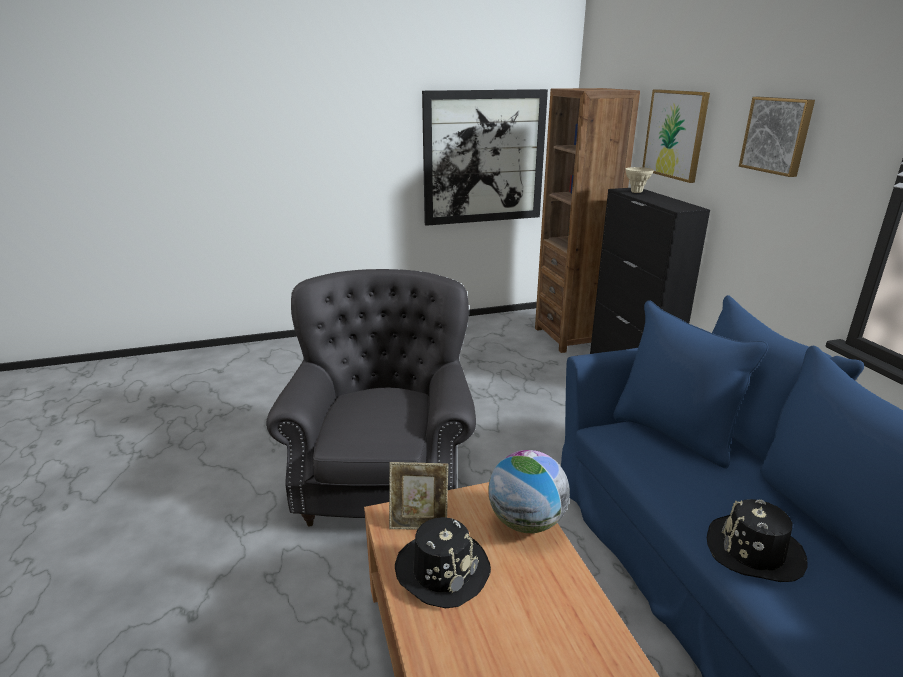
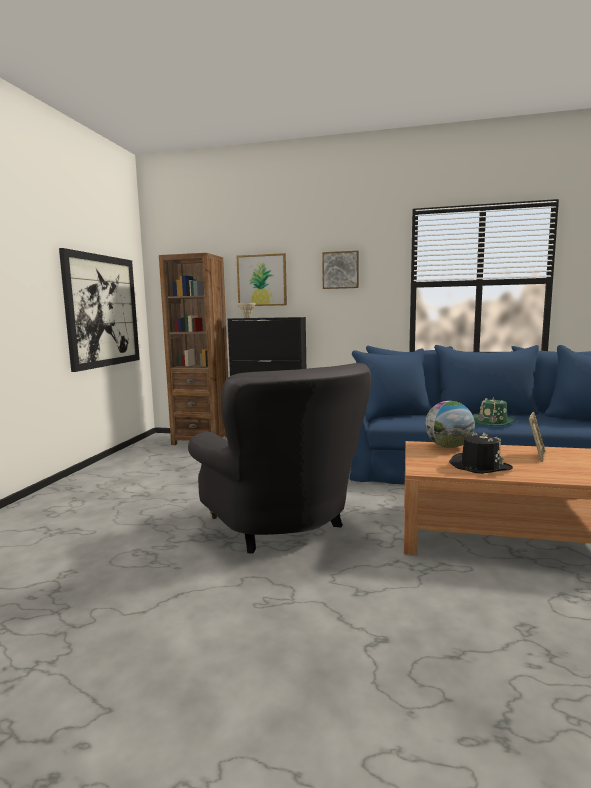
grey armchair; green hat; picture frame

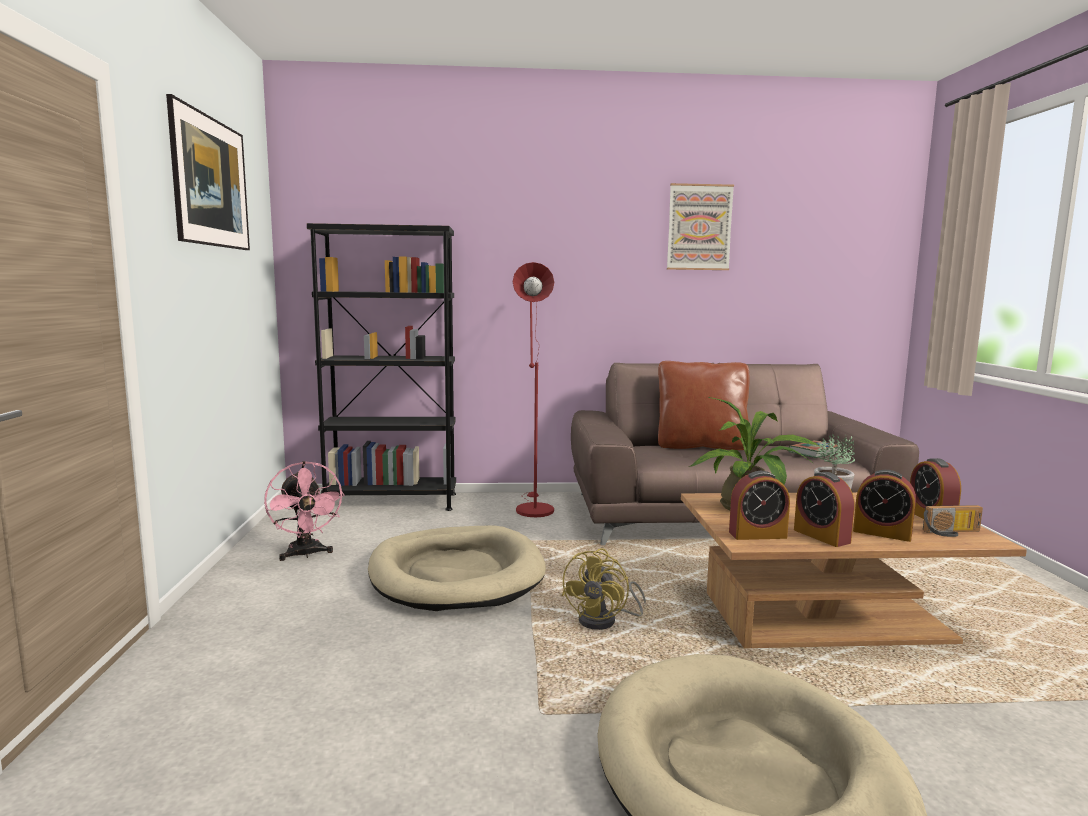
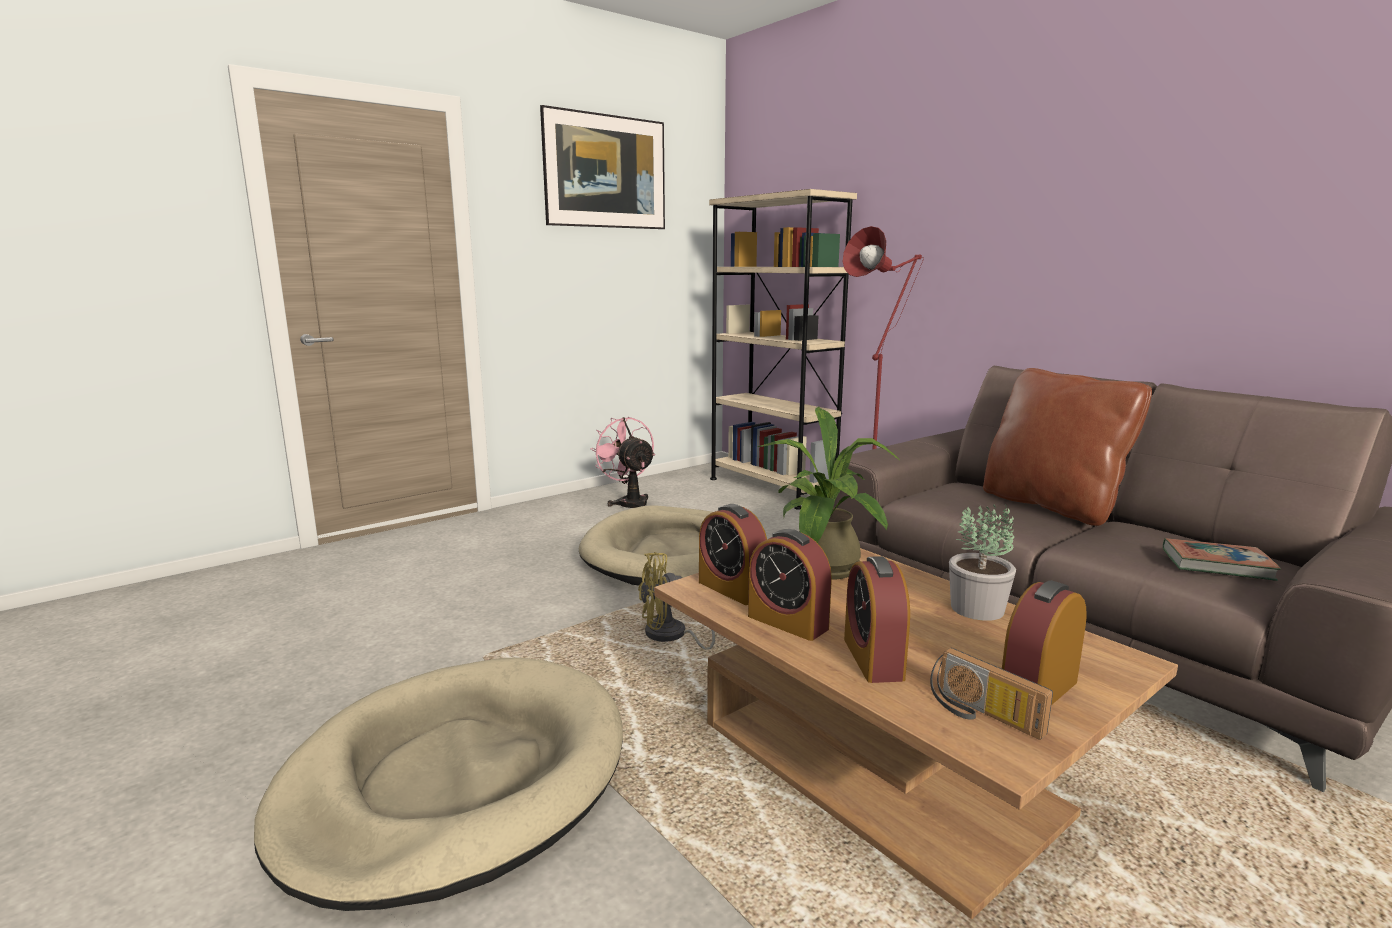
pink fan; beige bookcase; alarm clock (no. 2 from left); picture (no. 2 from left in the first image)

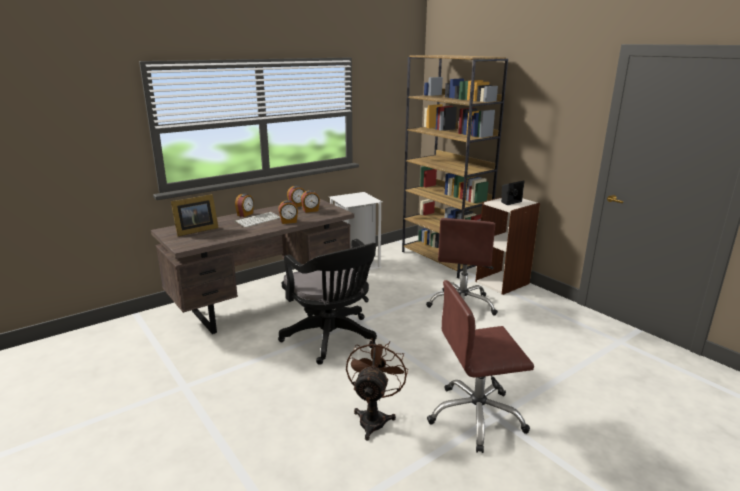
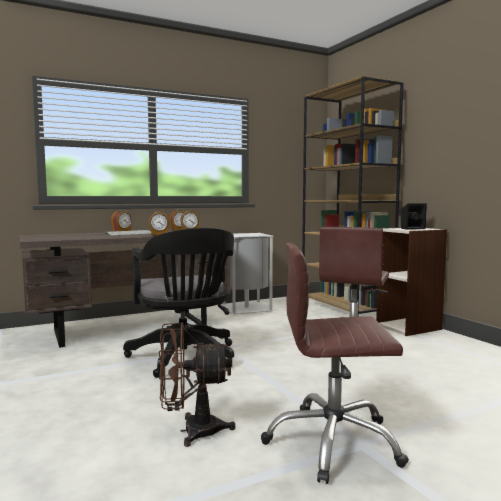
brown fan; picture frame

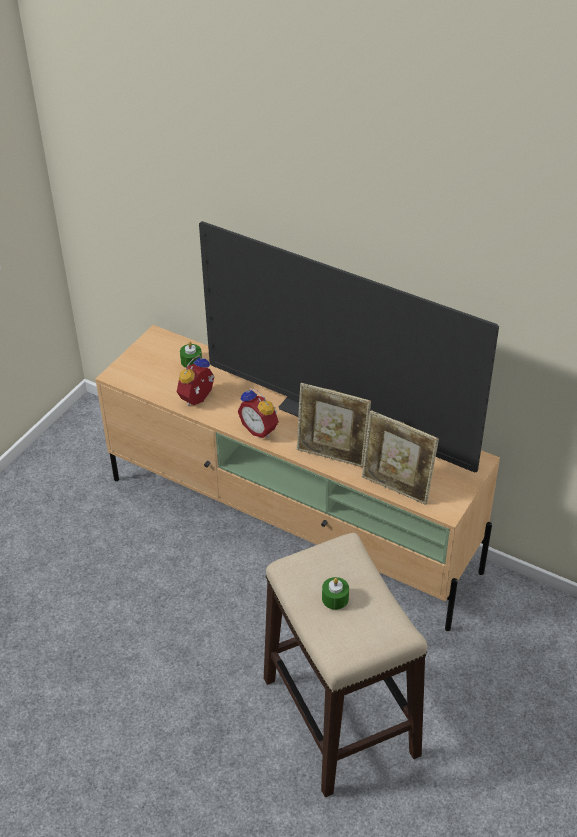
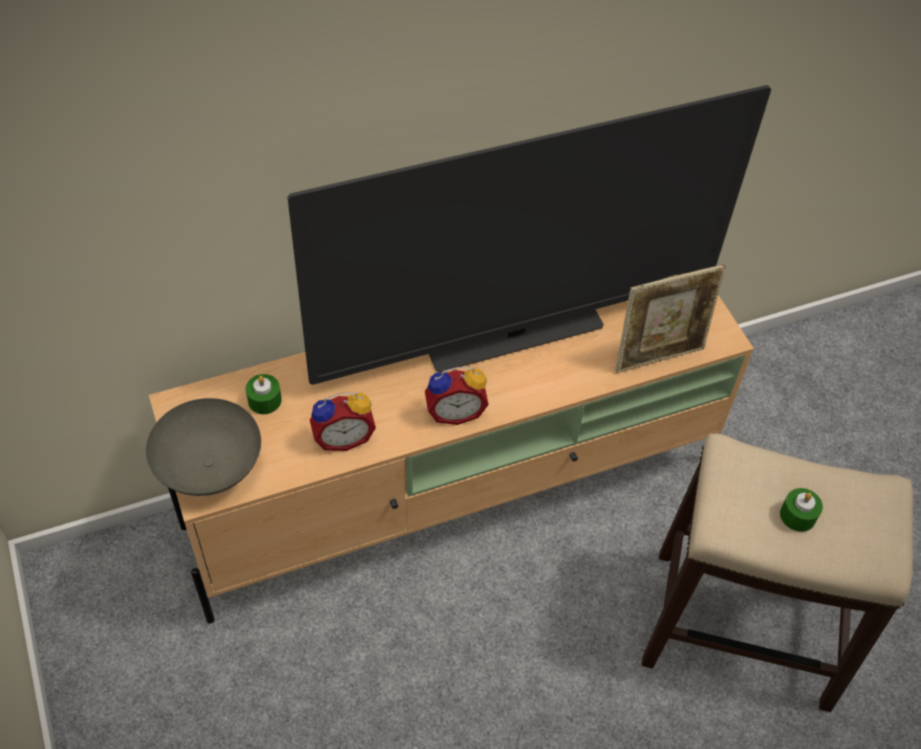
grey bowl; alarm clock (no. 1 from left); picture frame (no. 1 from left in the first image)

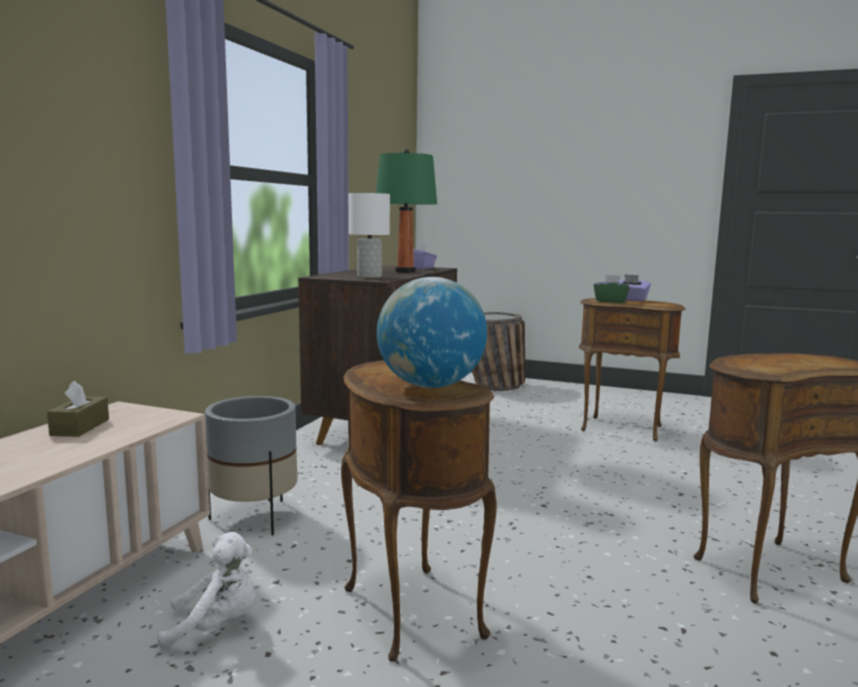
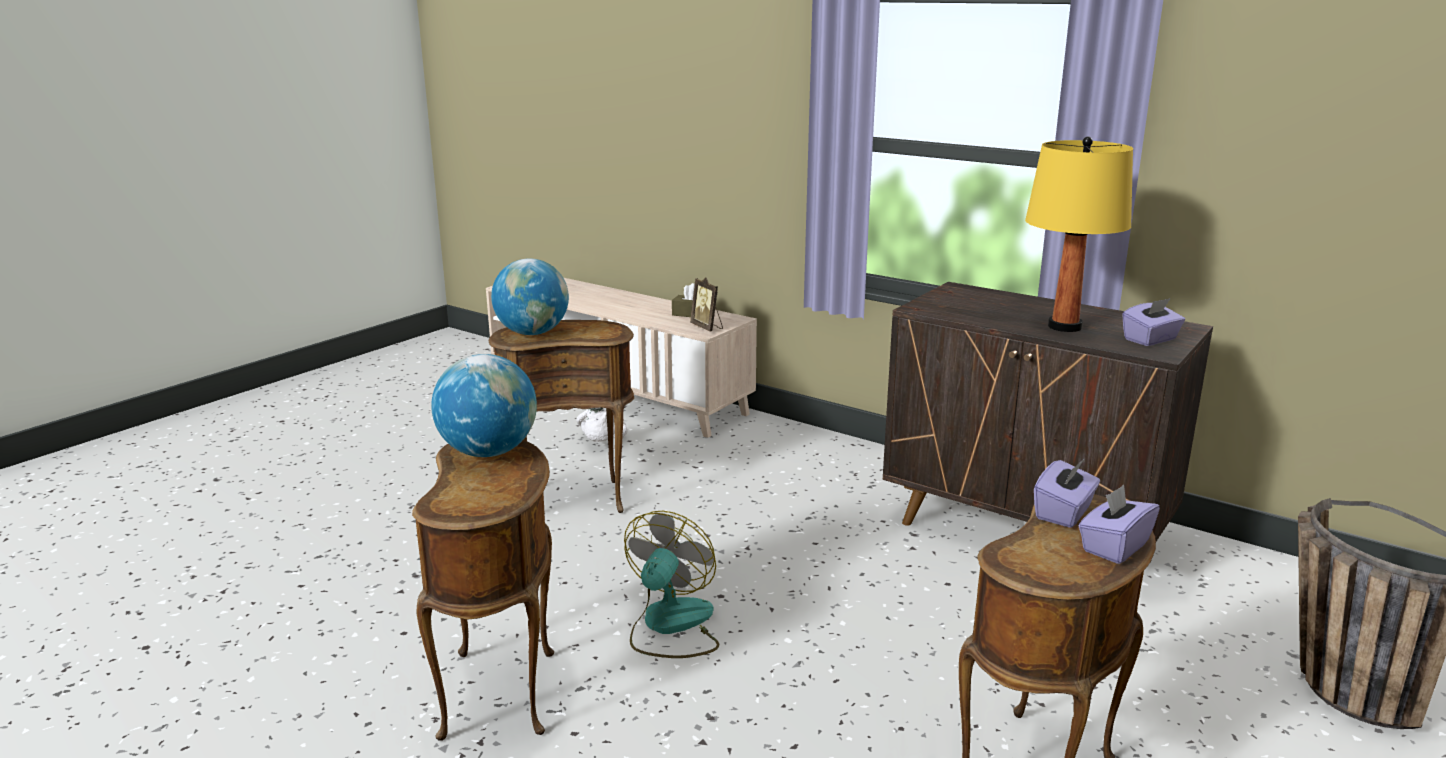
globe (no. 1 from left); fan; picture frame; yellow table lamp; purple tissue box (no. 1 from left); grey planter; white table lamp

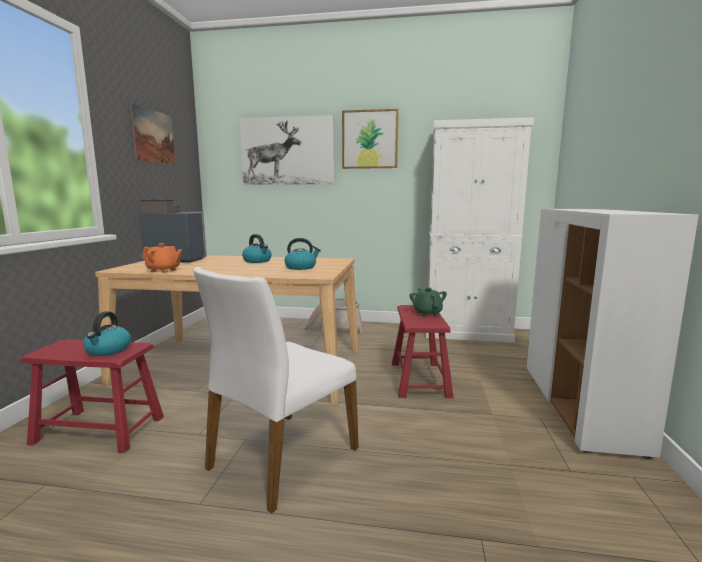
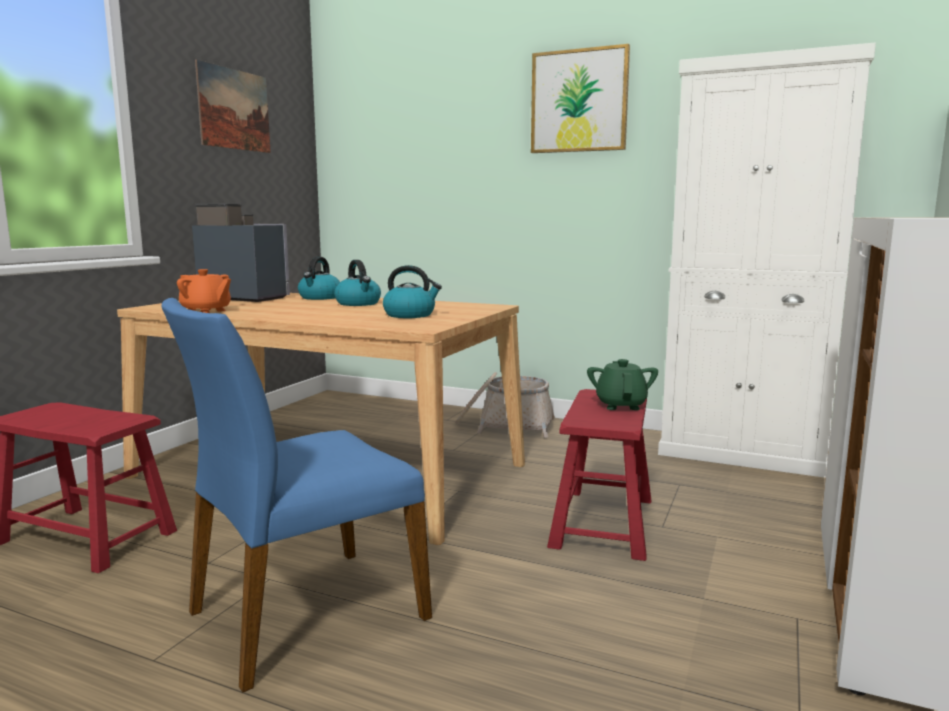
blue chair; kettle (no. 1 from left); picture (no. 2 from left in the first image)

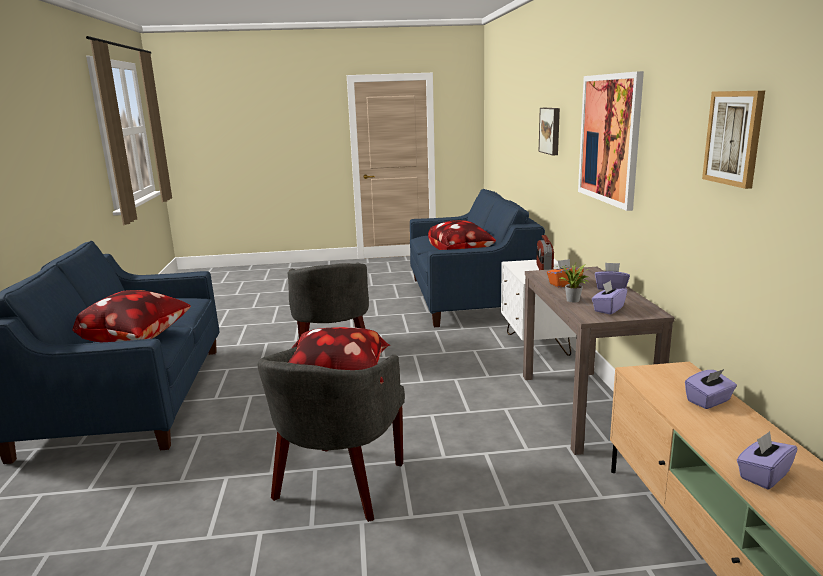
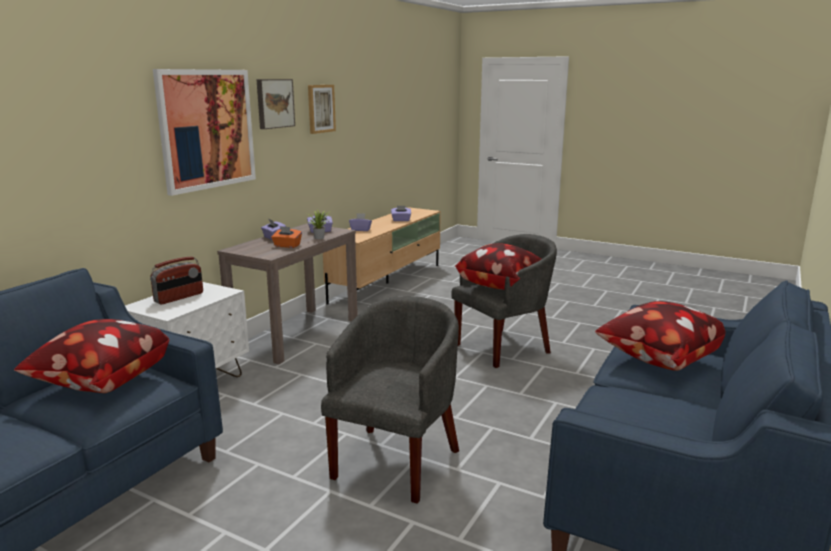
picture (no. 2 from left)

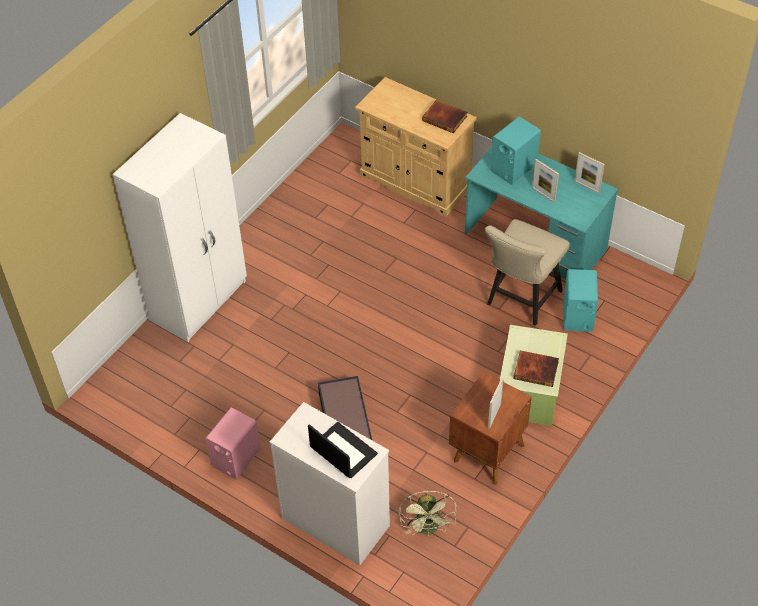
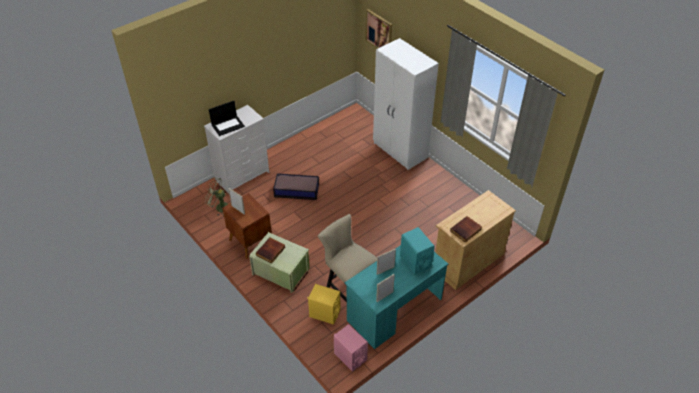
yellow speaker; pink speaker; picture

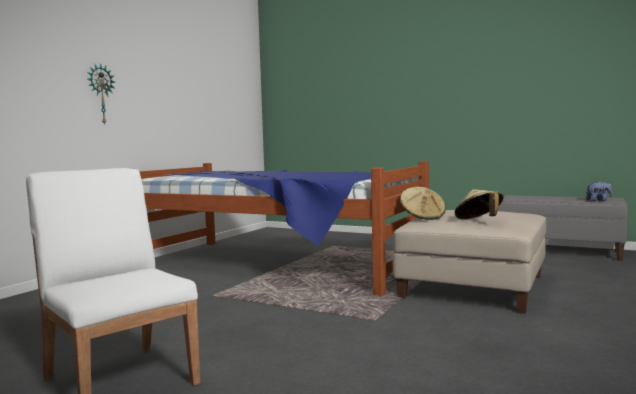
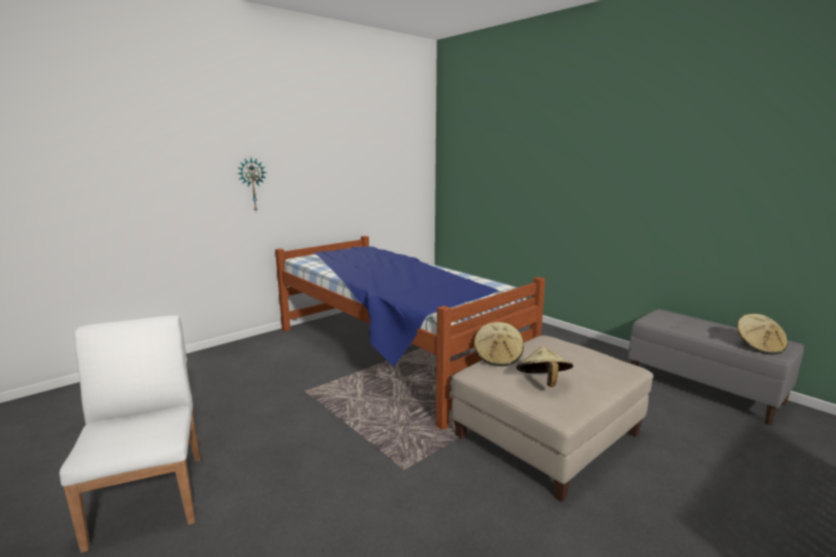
beige hat (no. 3 from left)

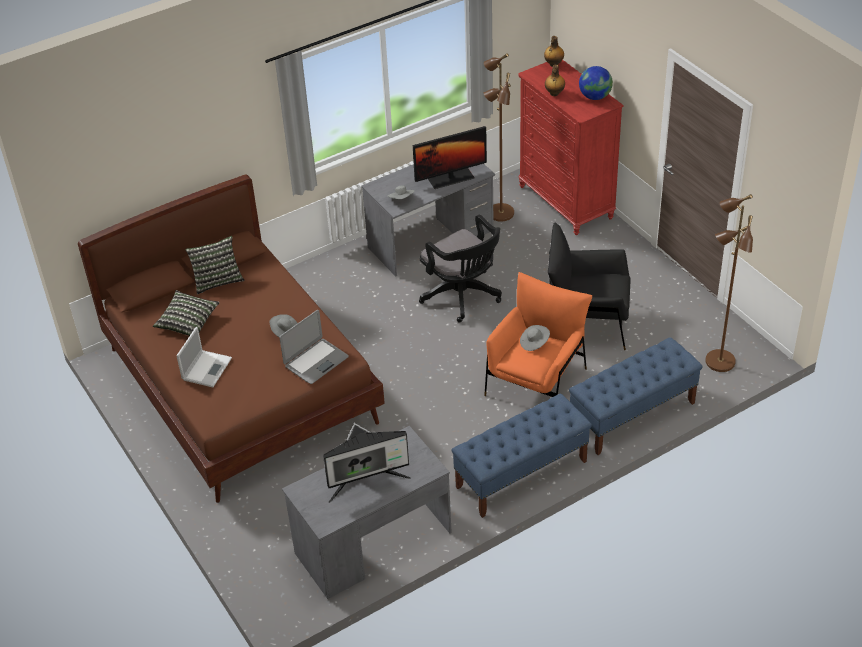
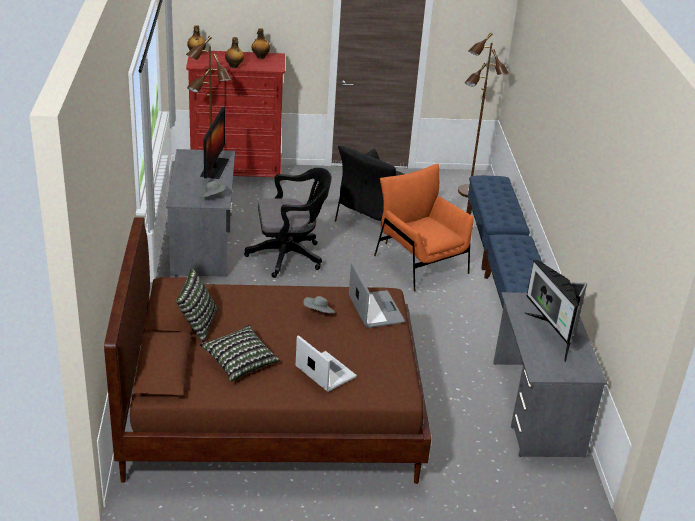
bottle (no. 3 from left); monitor (no. 2 from left); grey hat (no. 3 from left in the first image)

